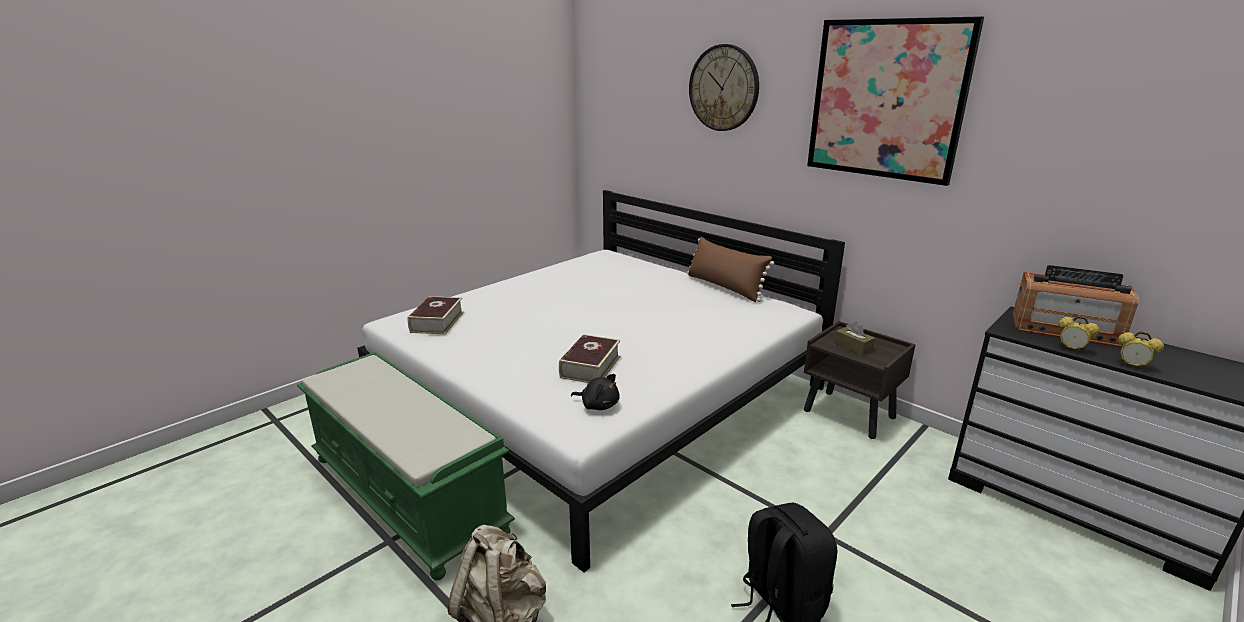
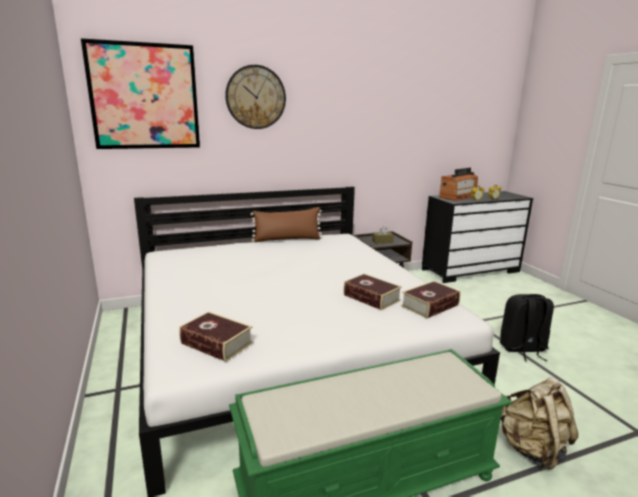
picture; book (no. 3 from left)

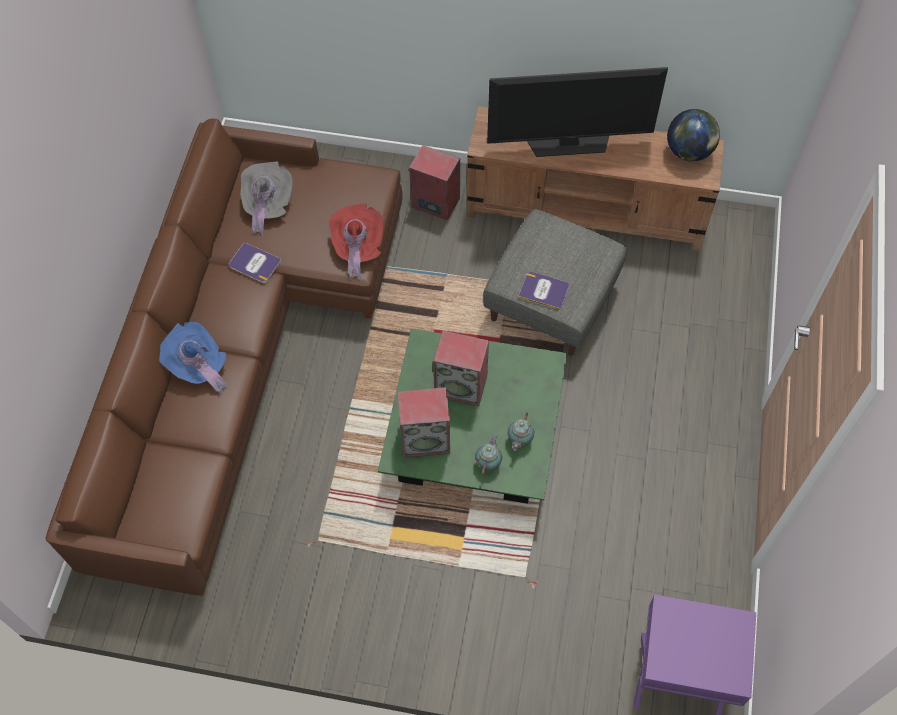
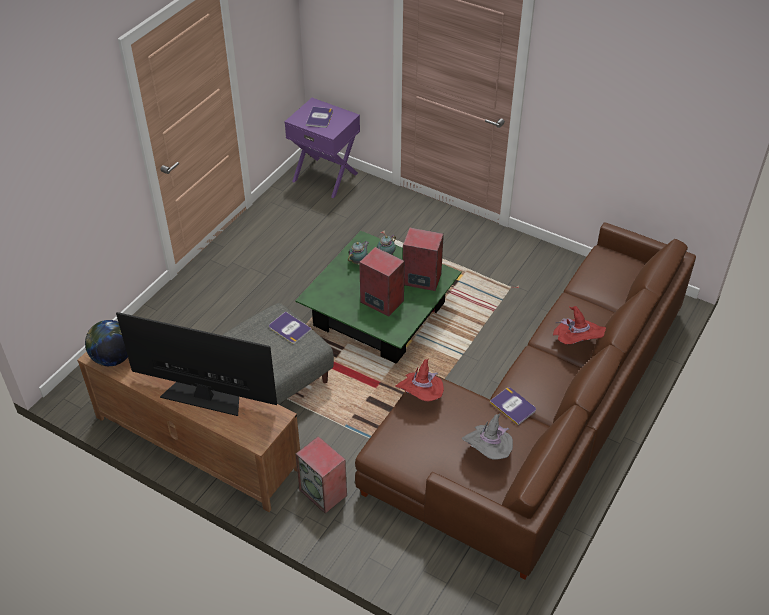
book (no. 2 from left); red hat (no. 2 from left)

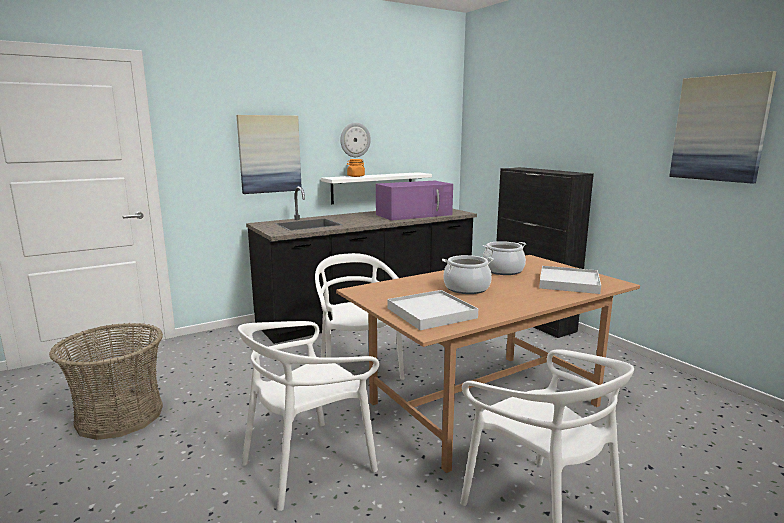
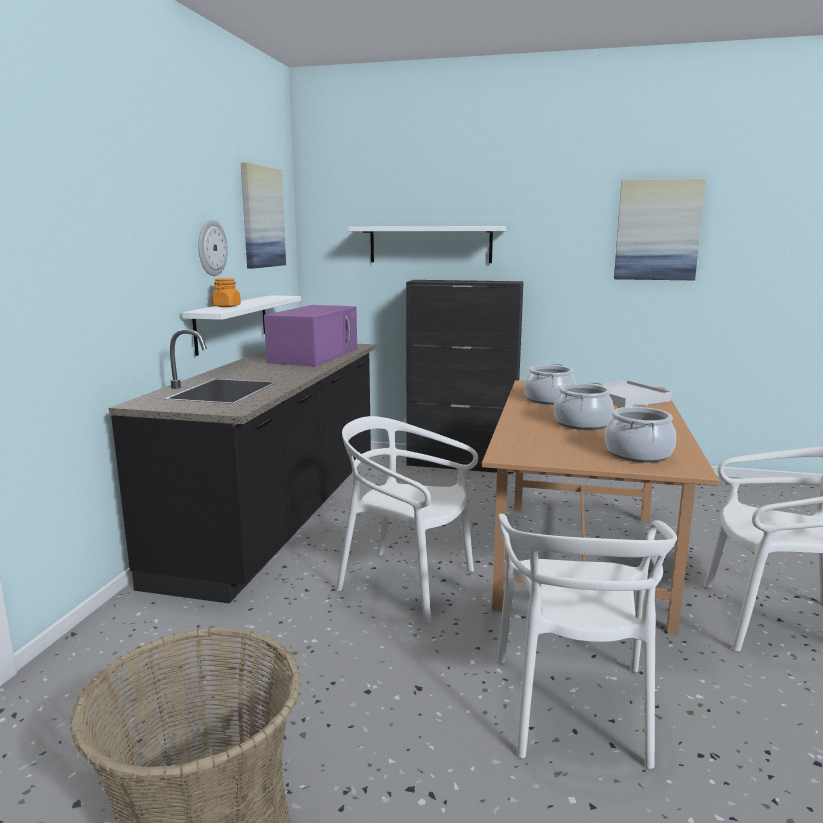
picture (no. 1 from left); white shelf (no. 2 from left); cooking pot (no. 3 from left)

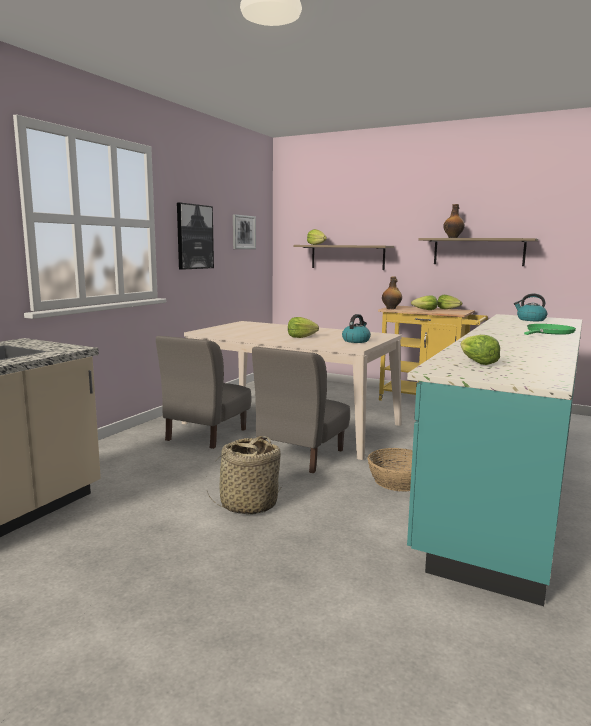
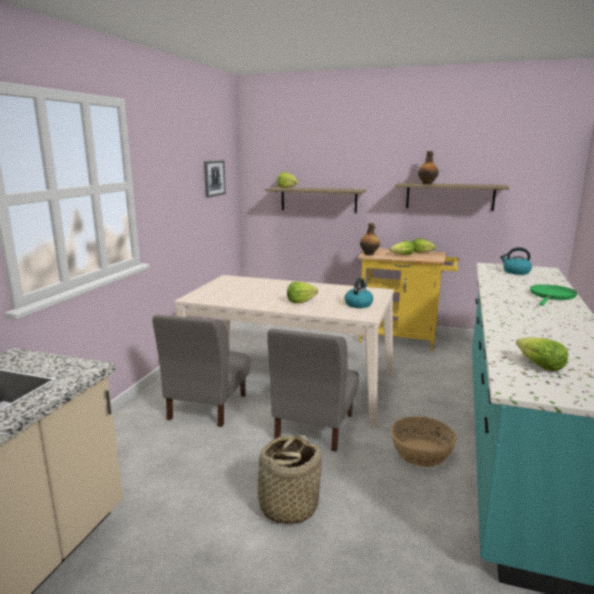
picture (no. 1 from left in the first image)

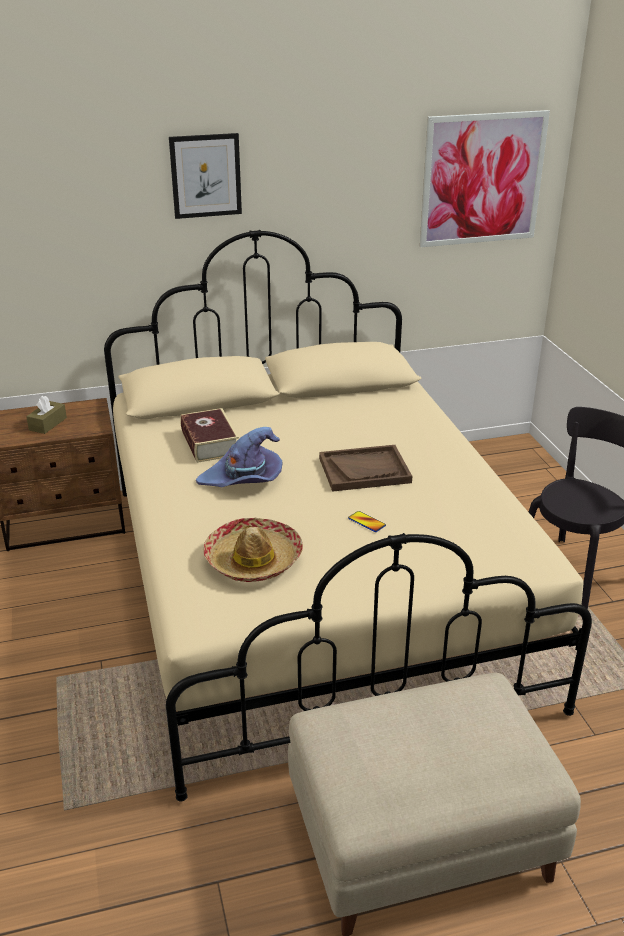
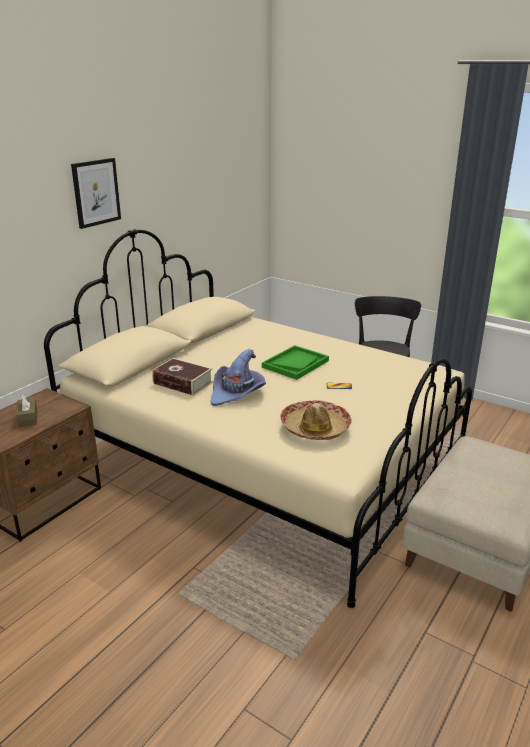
green tray; picture (no. 2 from left in the first image)

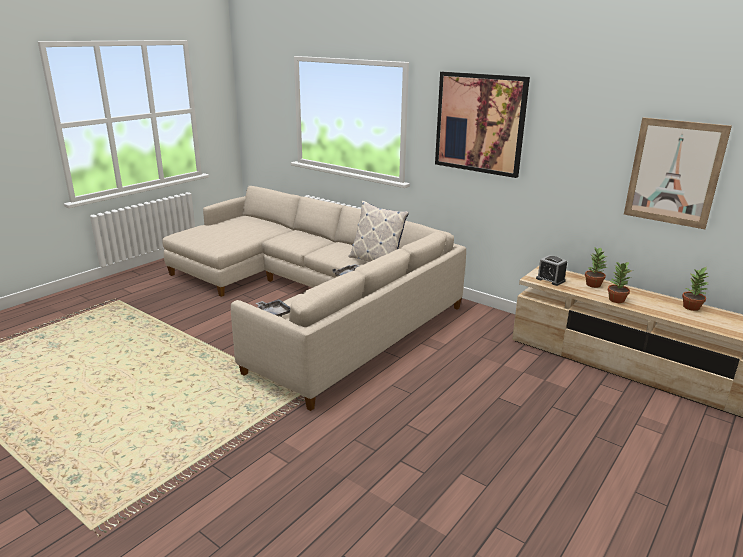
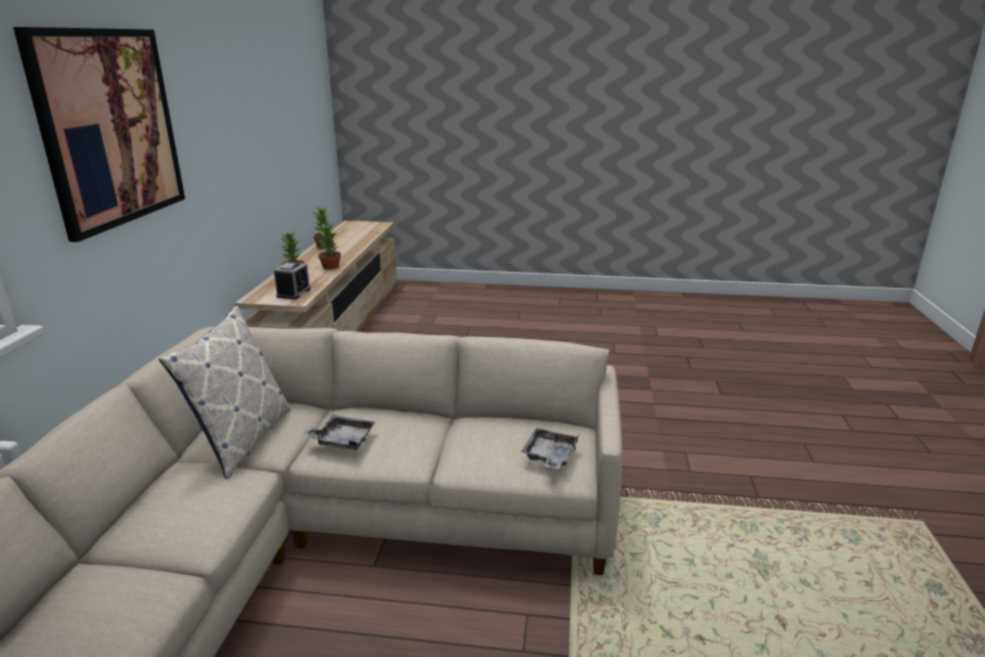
picture (no. 2 from left in the first image)

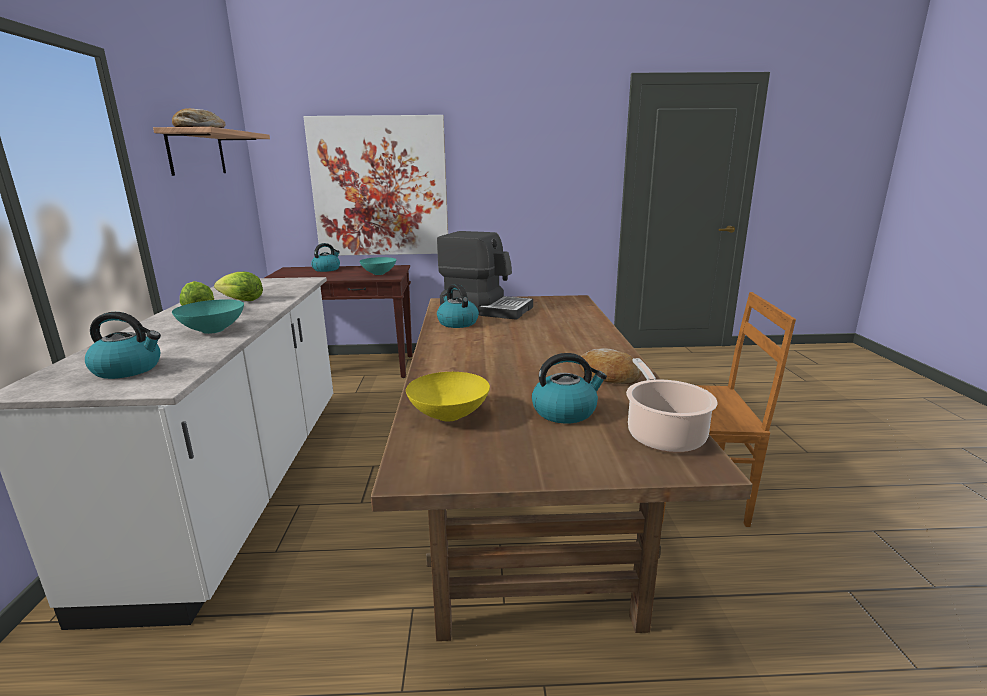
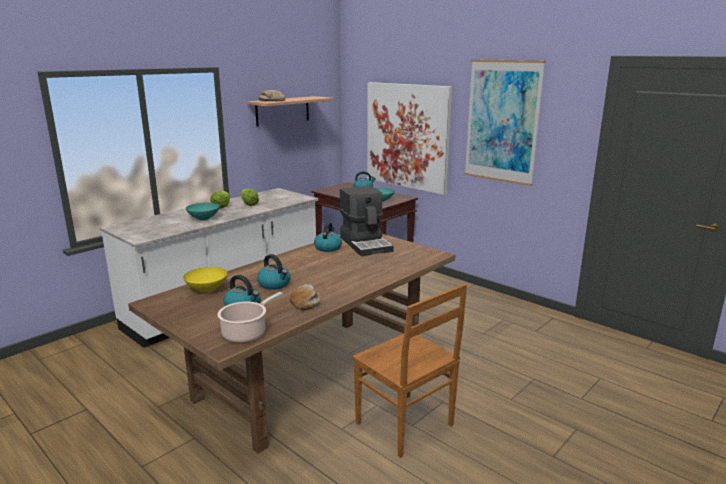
kettle (no. 2 from left); picture (no. 2 from left)

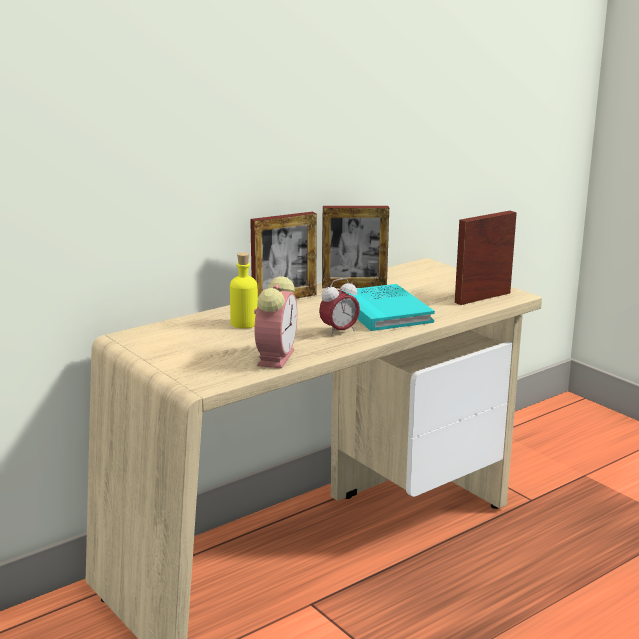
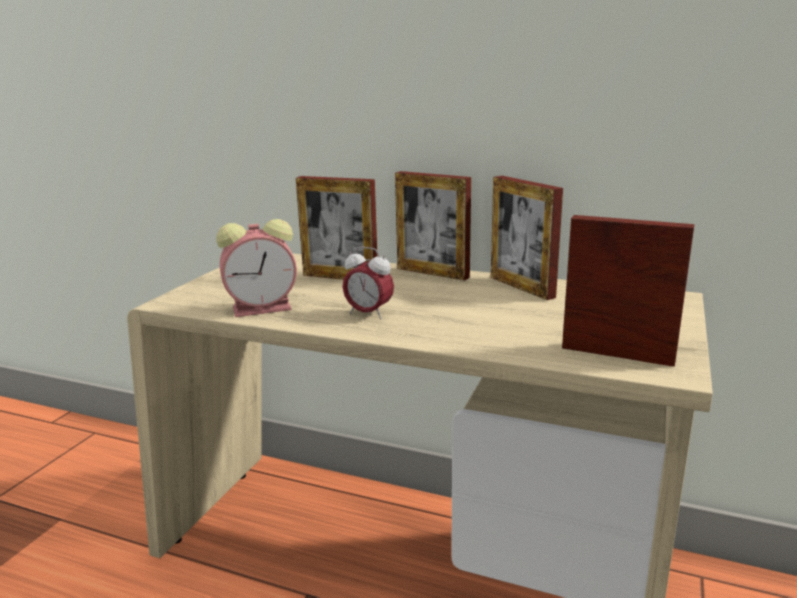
picture frame (no. 1 from left); turquoise book

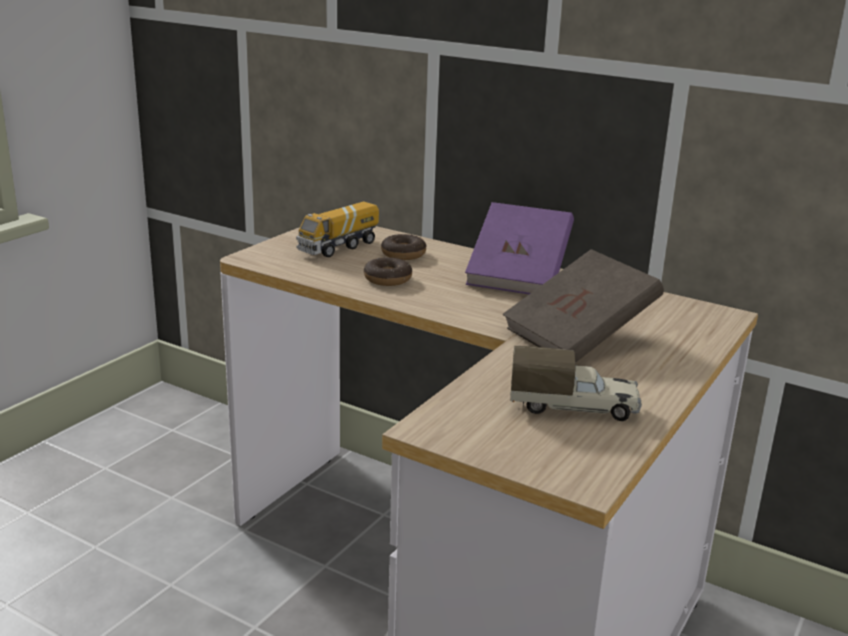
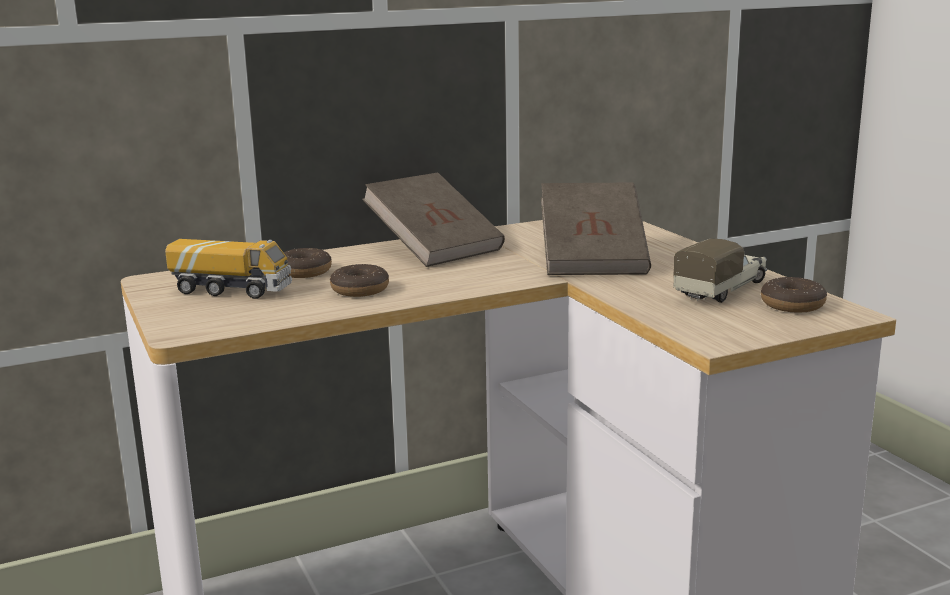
toy truck (no. 1 from left); brown book (no. 1 from left); donut (no. 3 from left)

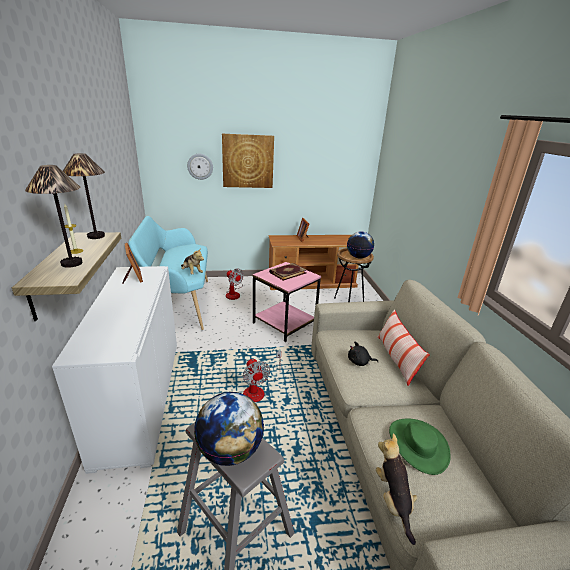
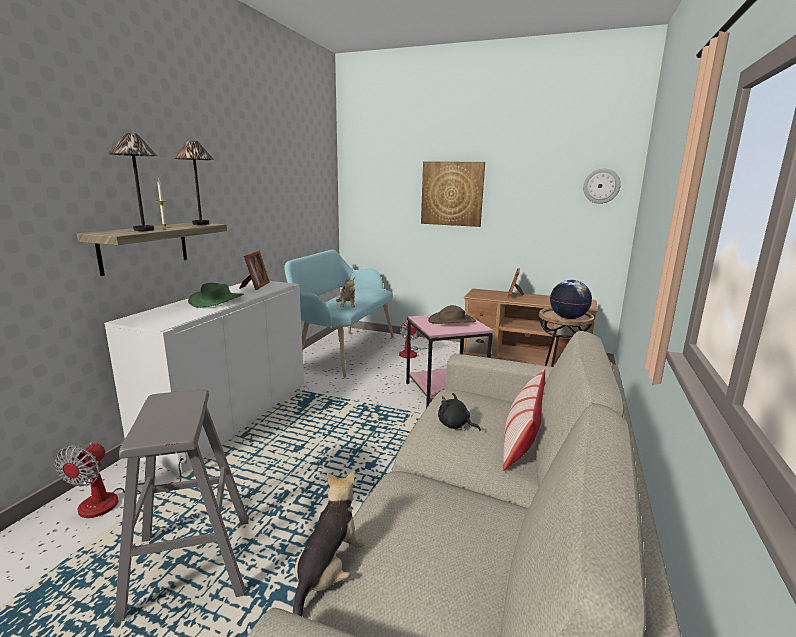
fan (no. 1 from left); green hat; brown hat; wall clock; globe (no. 1 from left in the first image)

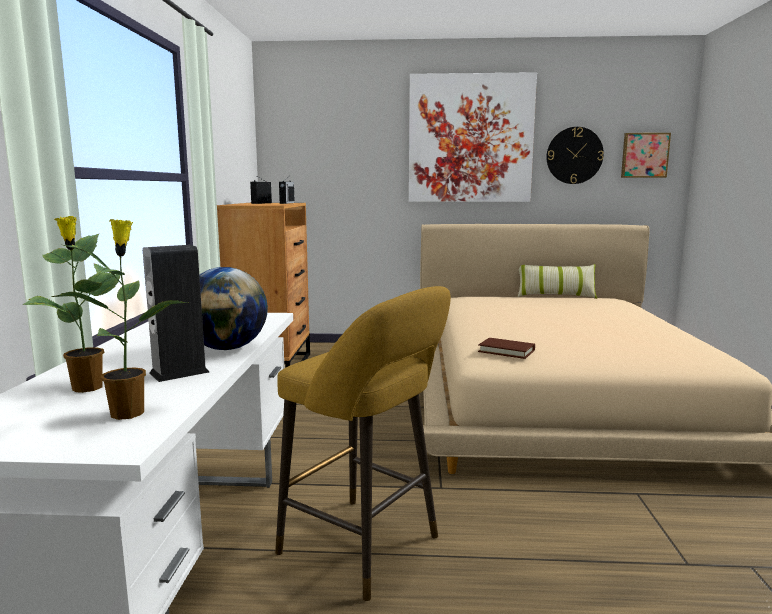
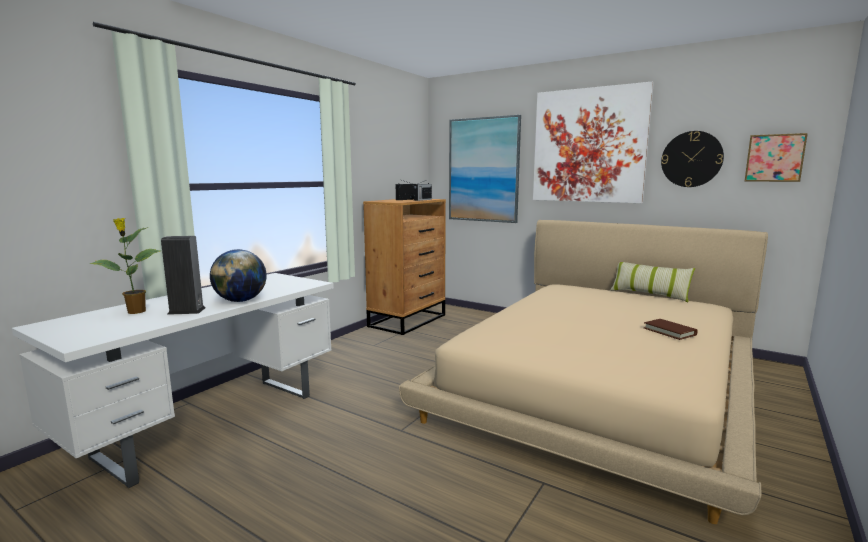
picture (no. 1 from left); brown book; potted plant (no. 2 from left in the first image); yellow stool

